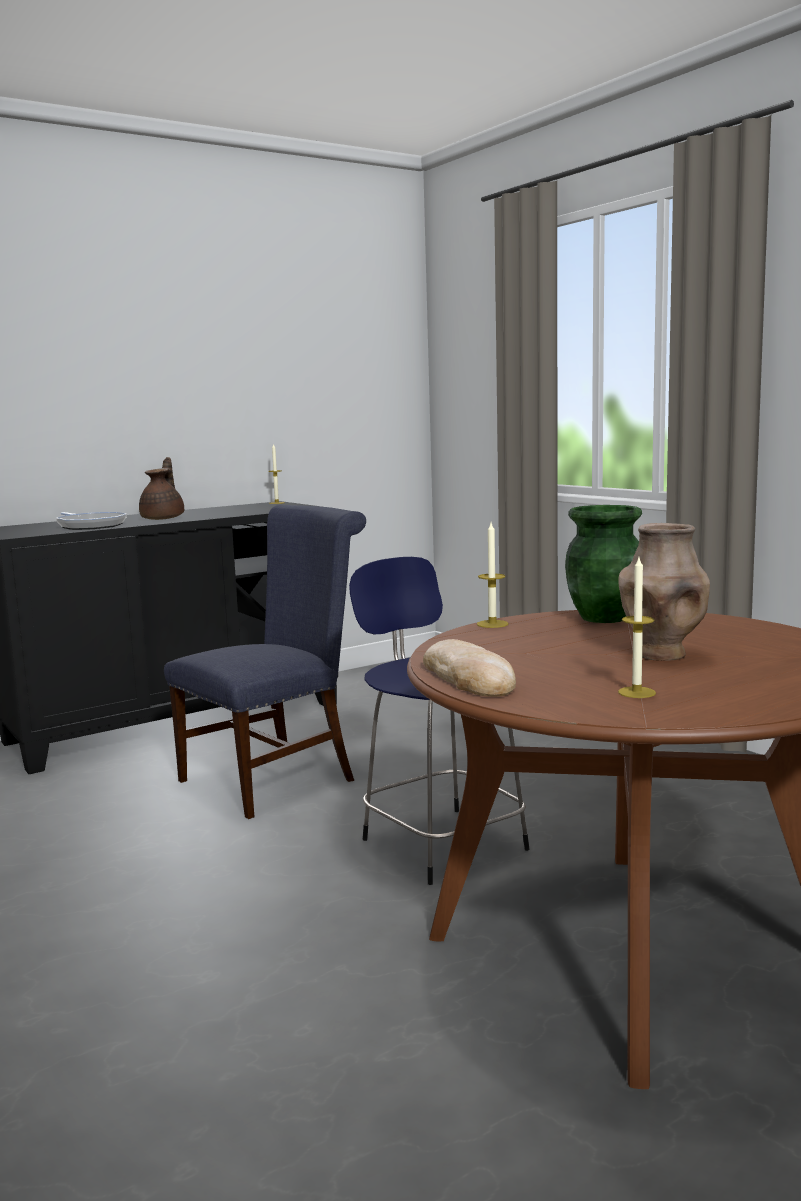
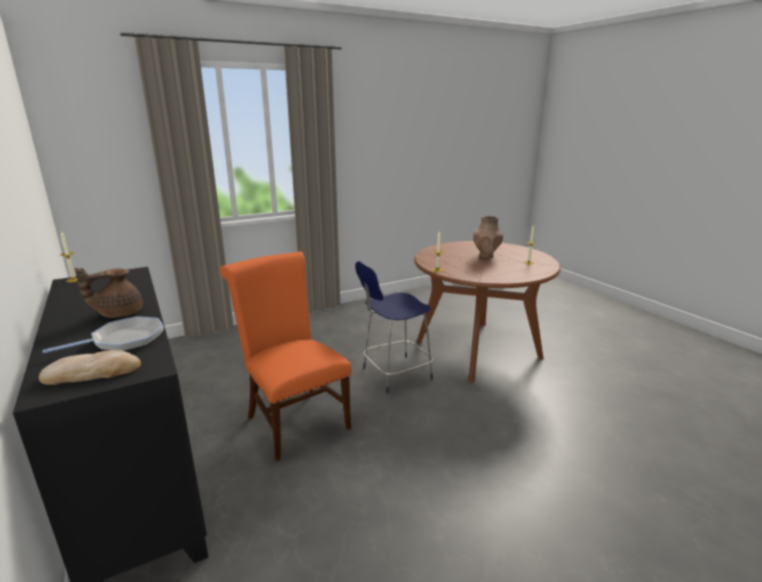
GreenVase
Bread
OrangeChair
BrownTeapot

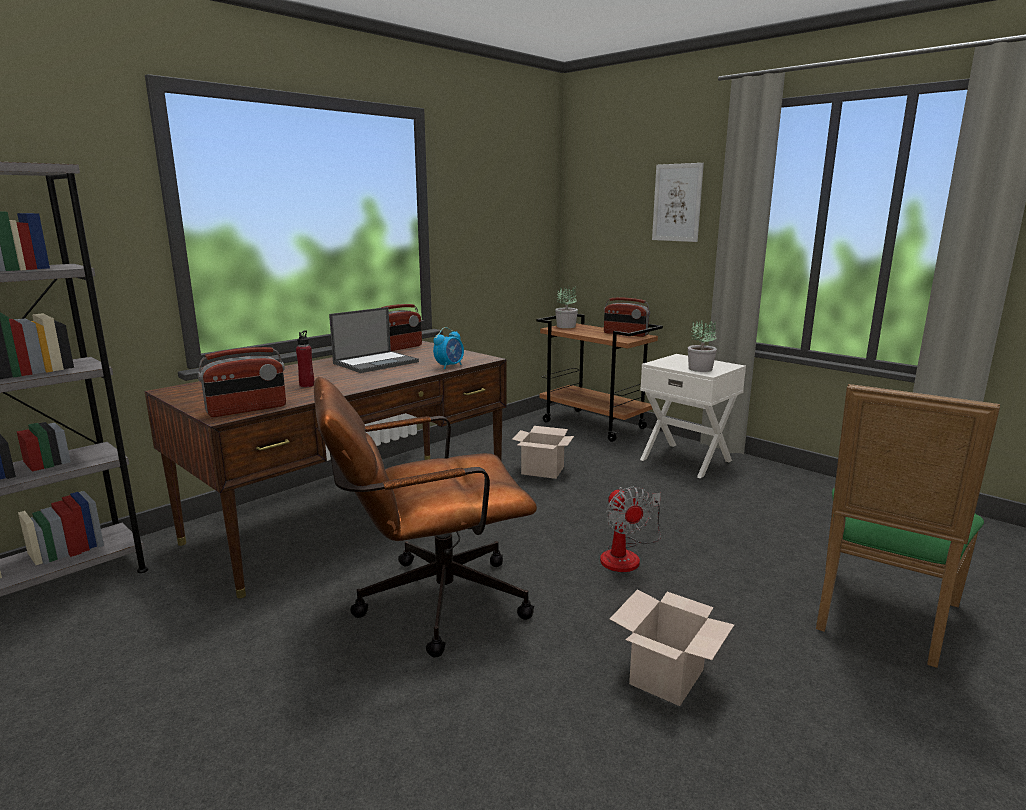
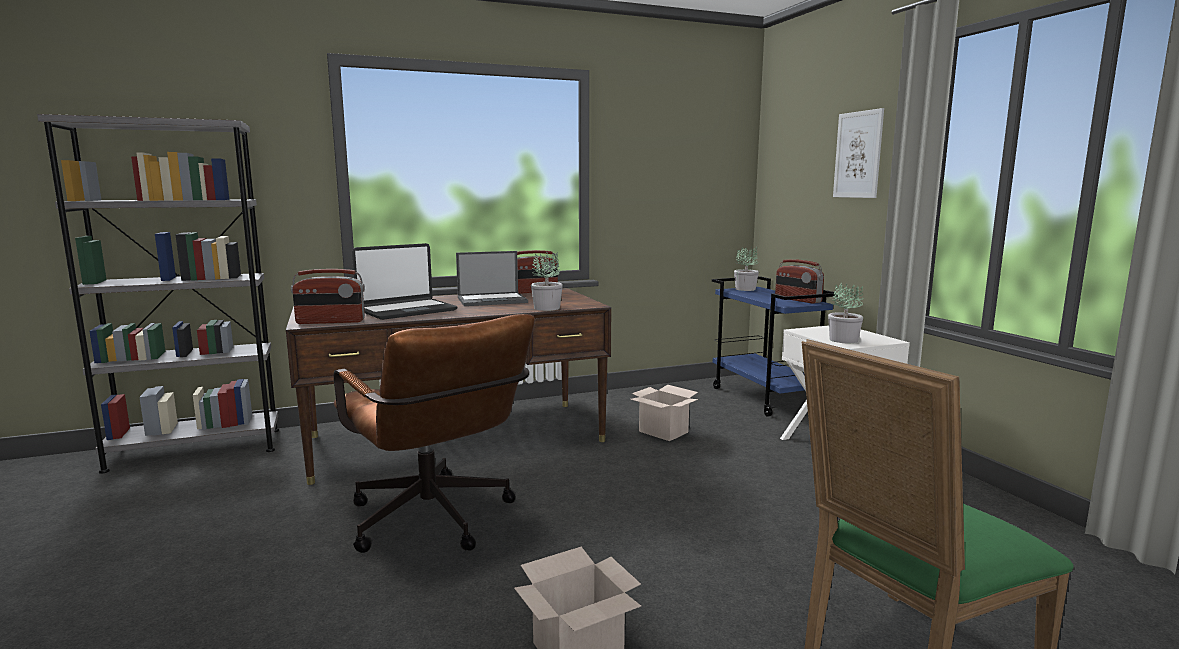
Fan
Laptop (no. 1 from left)
PottedPlant (no. 1 from left)
BlueCart
BrownOfficeChair

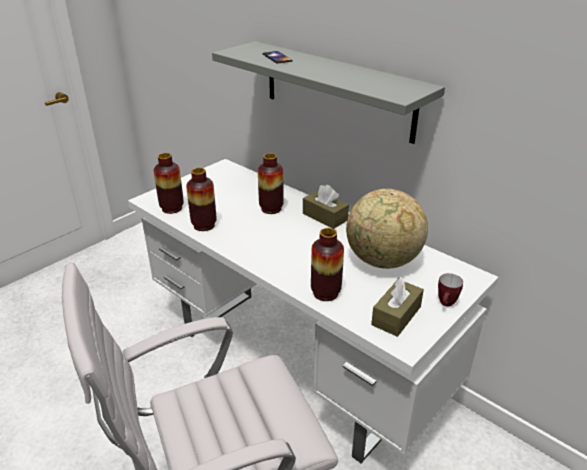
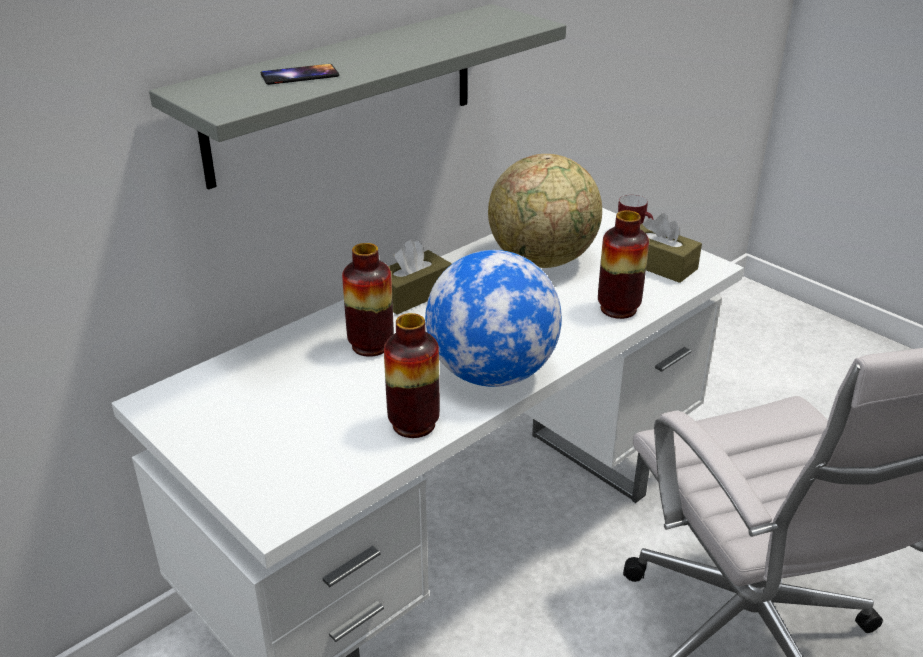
Vase (no. 1 from left in the first image)
Globe (no. 1 from left)

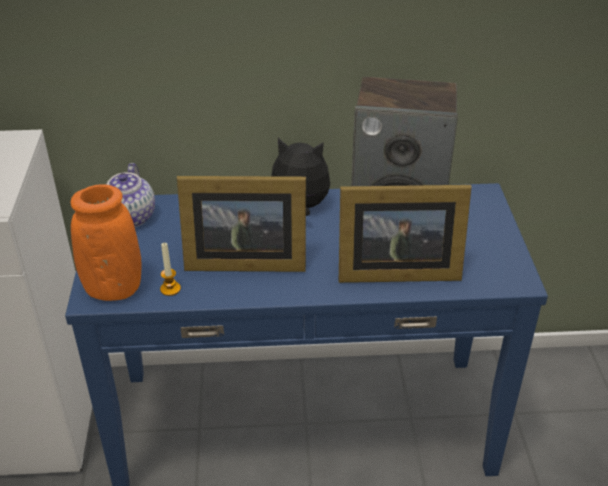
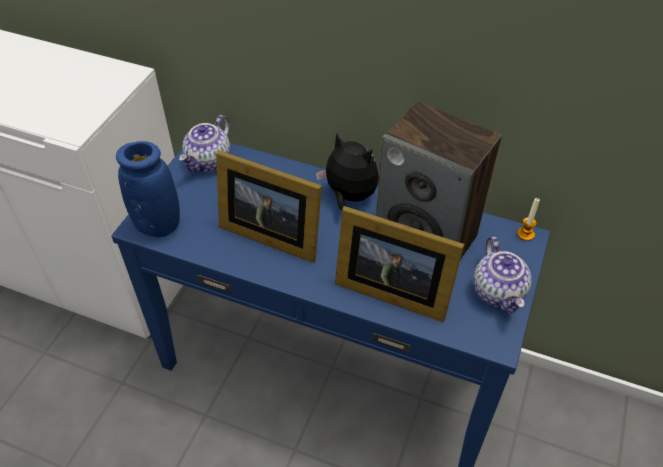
Teapot (no. 2 from left)
Candle
BlueVase

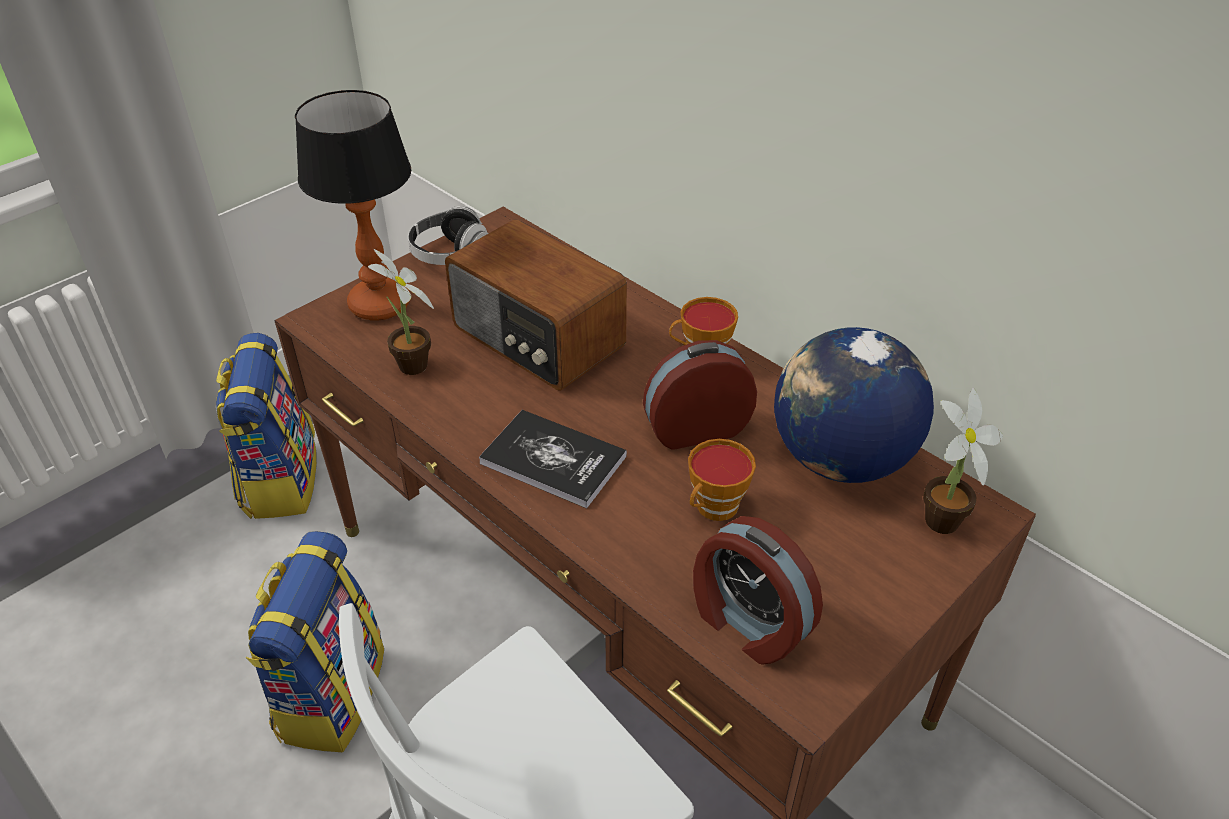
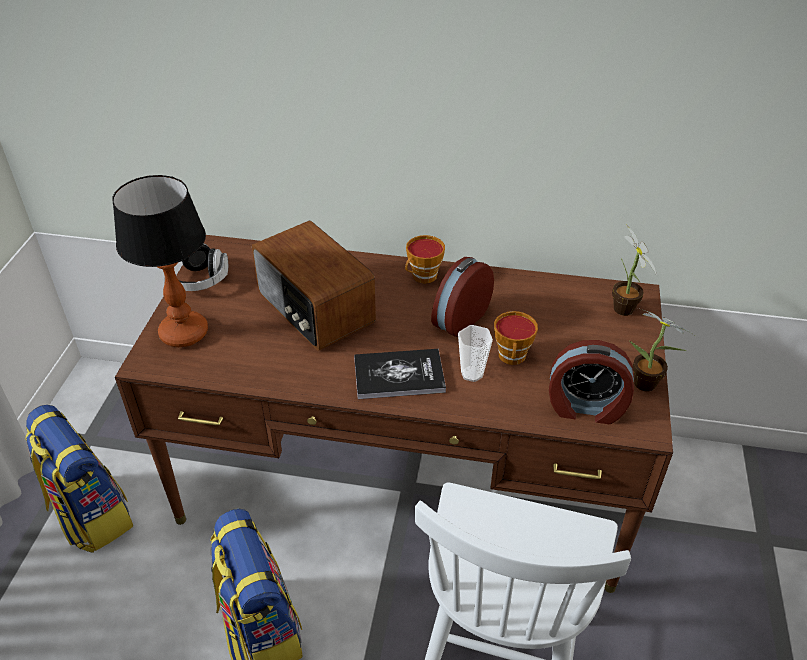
Globe
Cup (no. 2 from left)
PottedPlant (no. 2 from left)
Radio

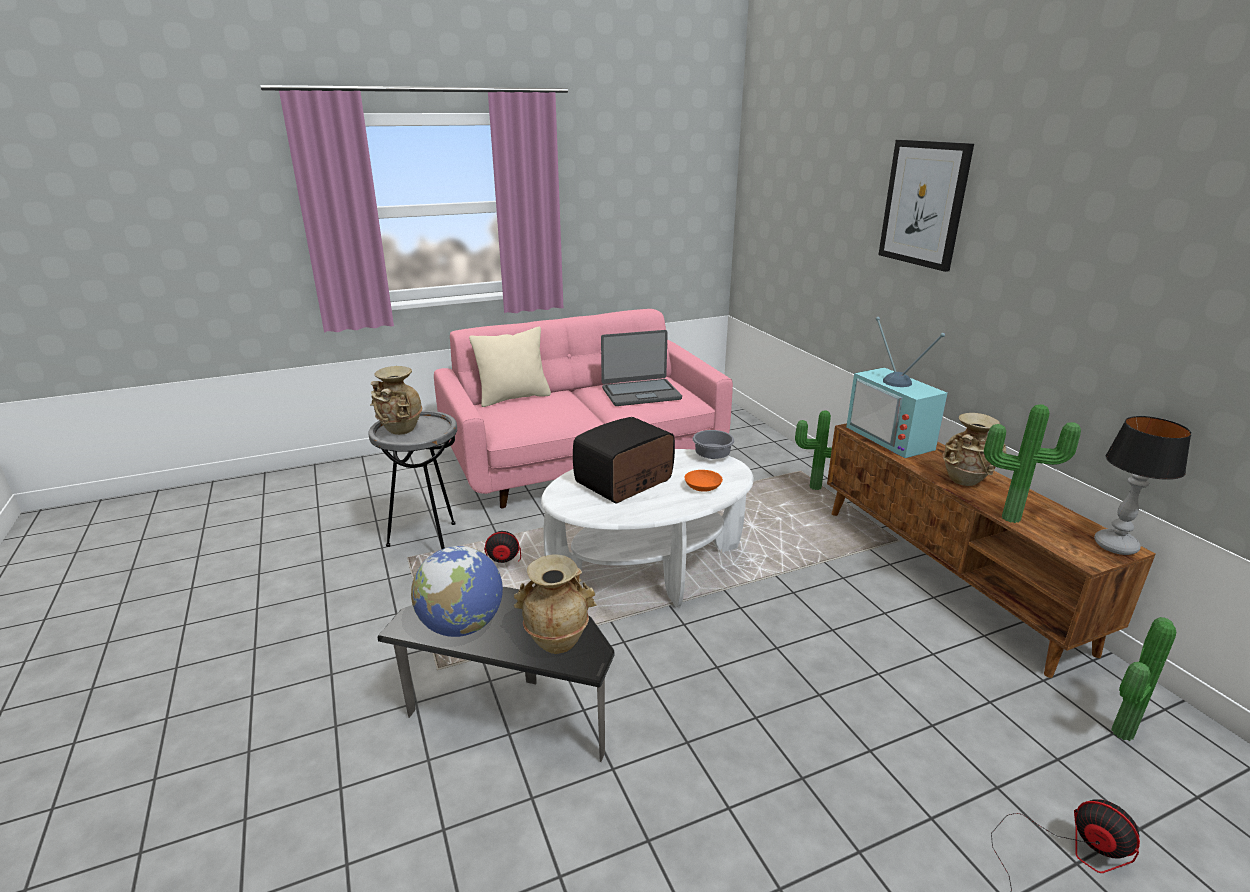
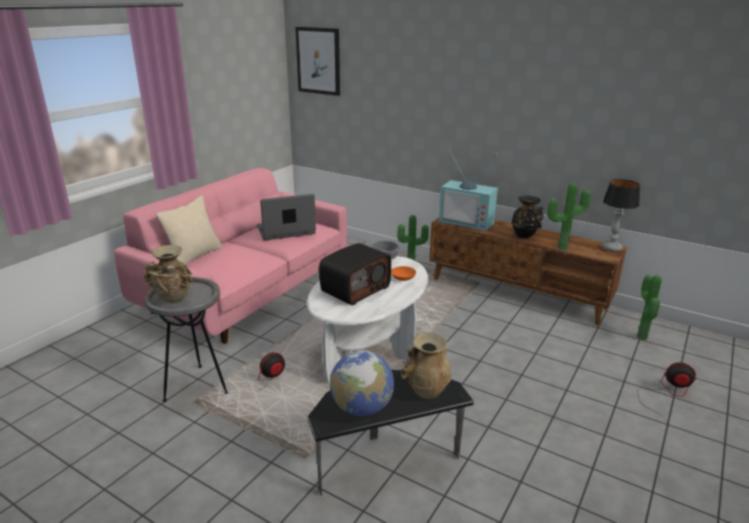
Picture
BlackVase
Radio
Laptop

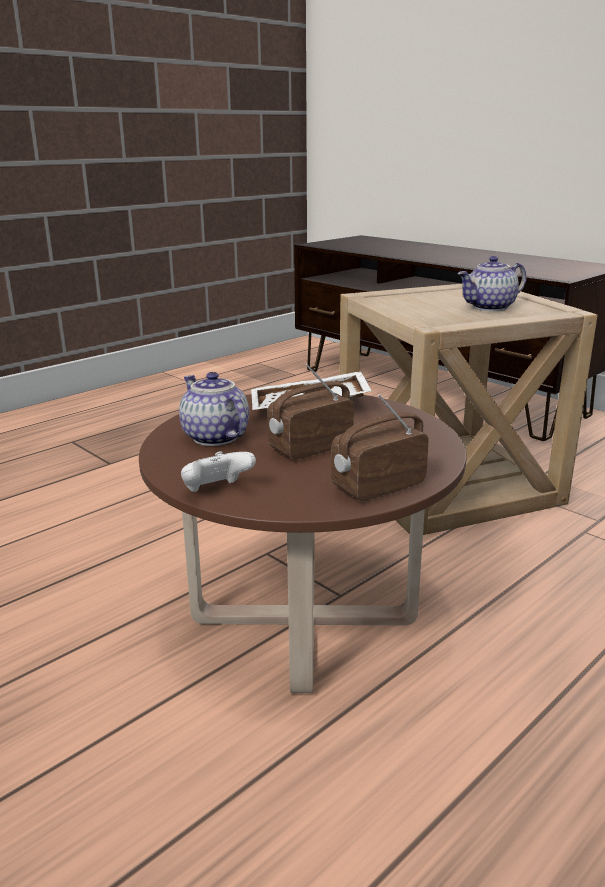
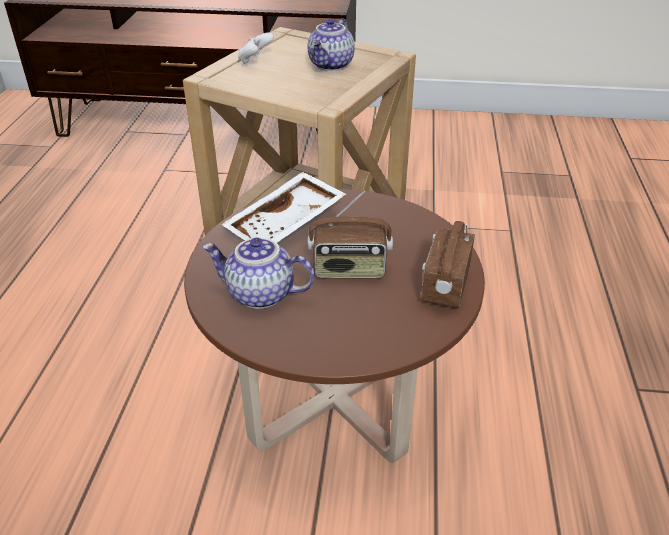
WhiteGameController
Radio (no. 1 from left)

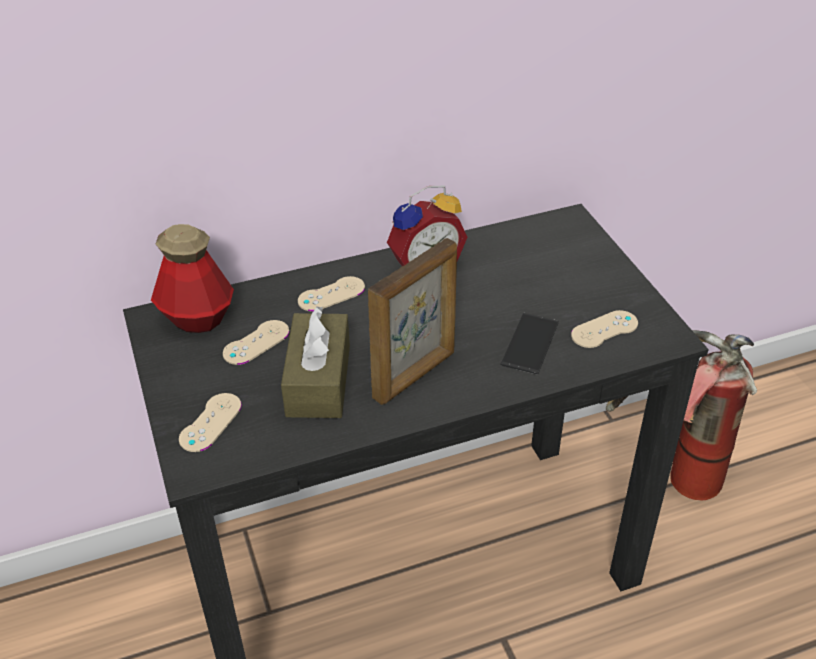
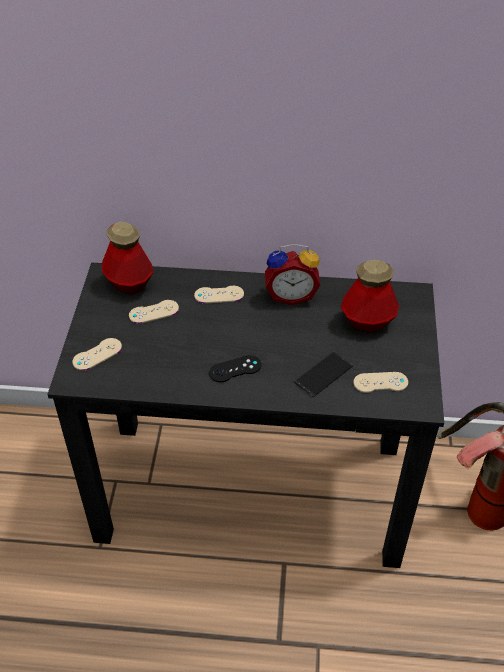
BrownTissueBox
Bottle (no. 2 from left)
BlackGameController

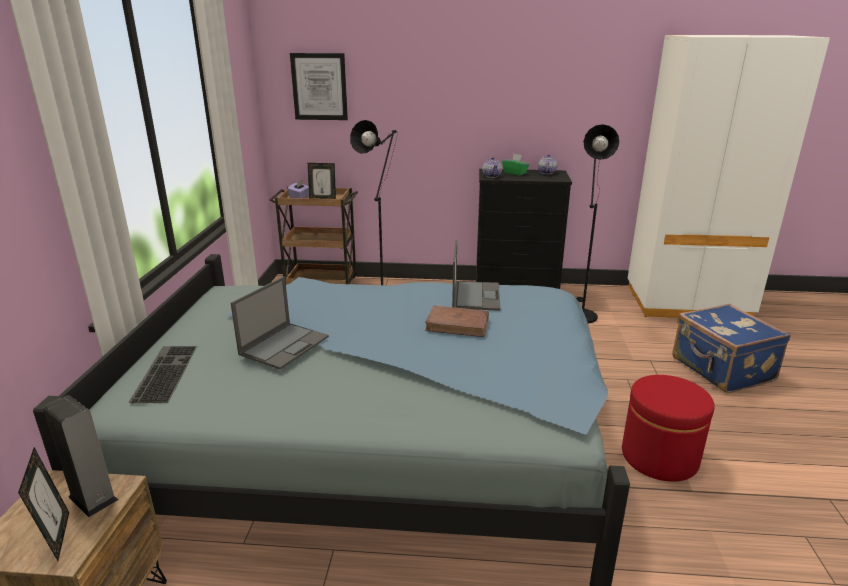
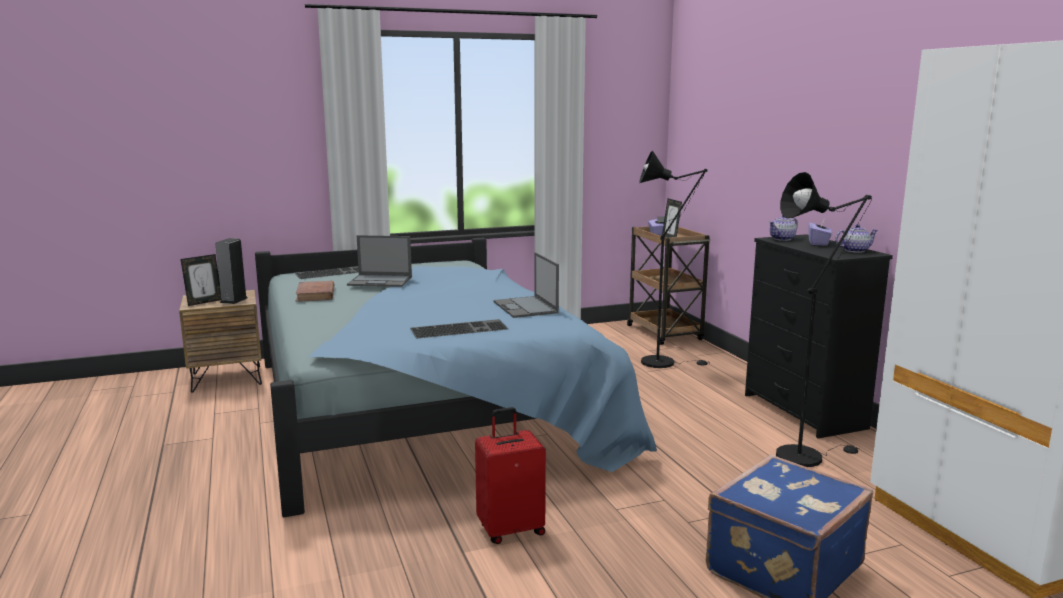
Picture
Keyboard (no. 2 from left)
BrownBook
RedSuitcase
PurpleTissueBox (no. 2 from left)
Laptop (no. 2 from left)

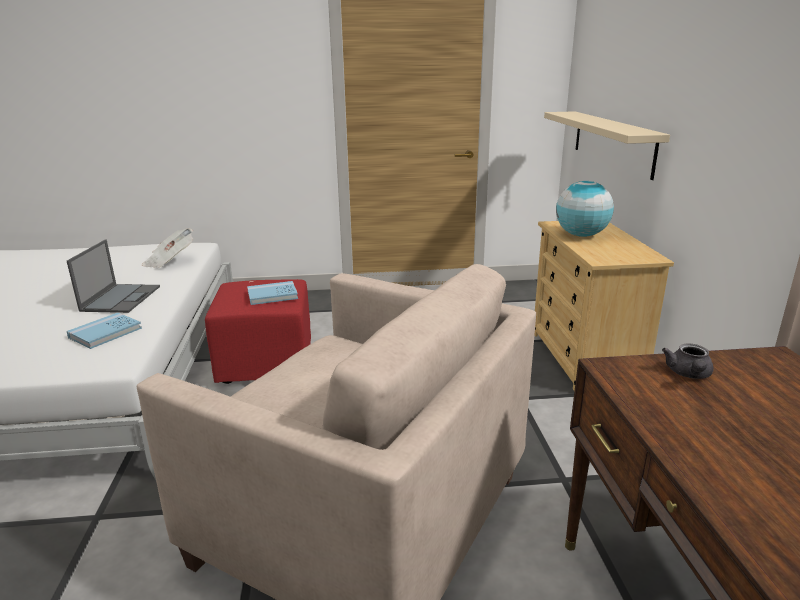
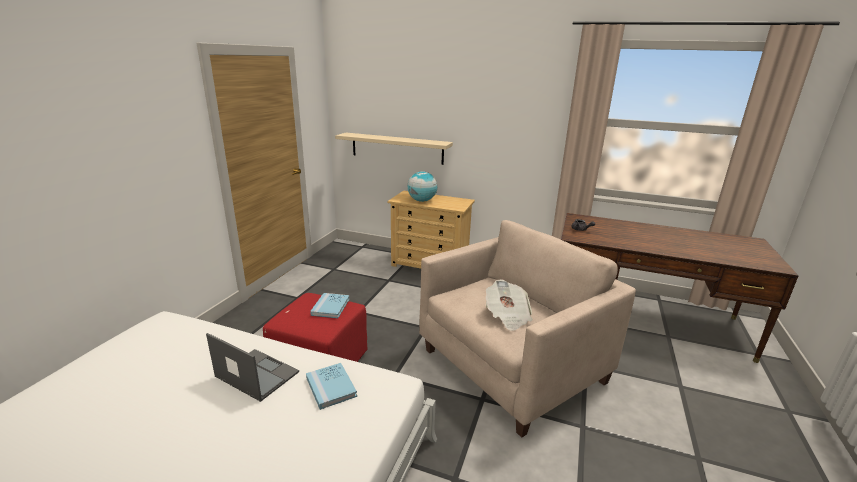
Newspaper

